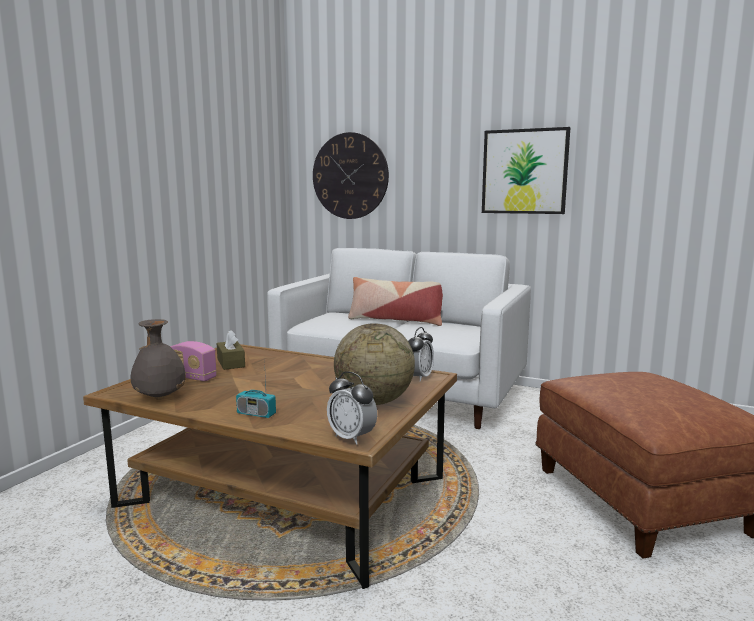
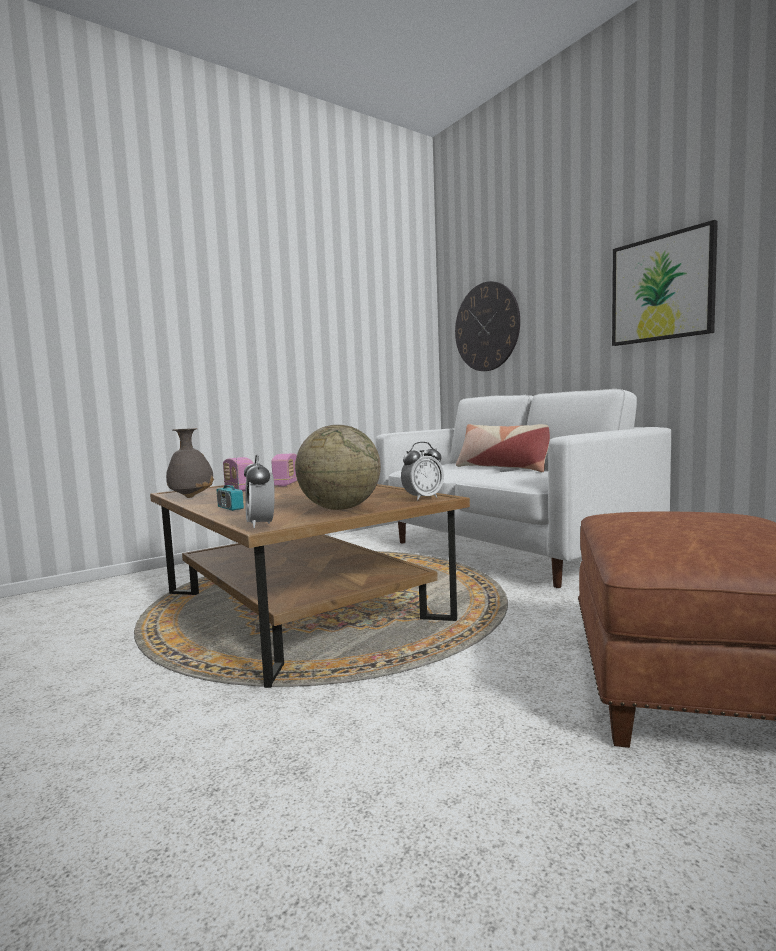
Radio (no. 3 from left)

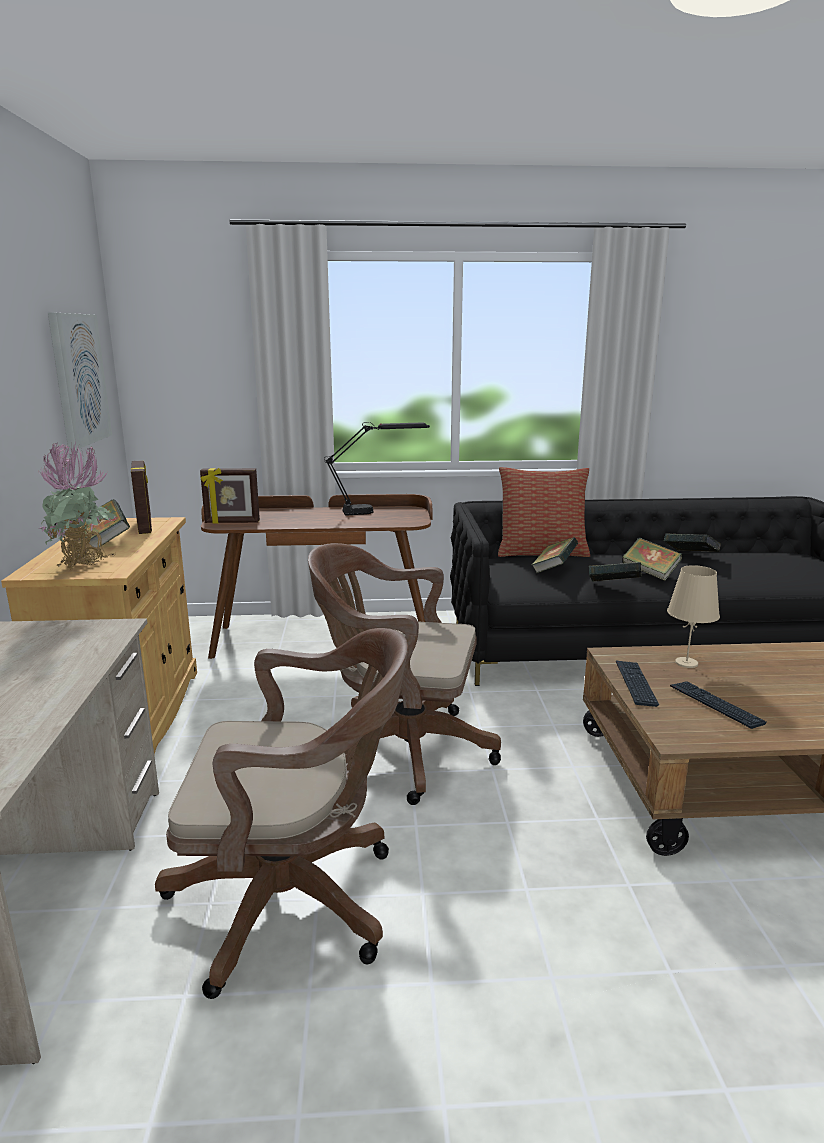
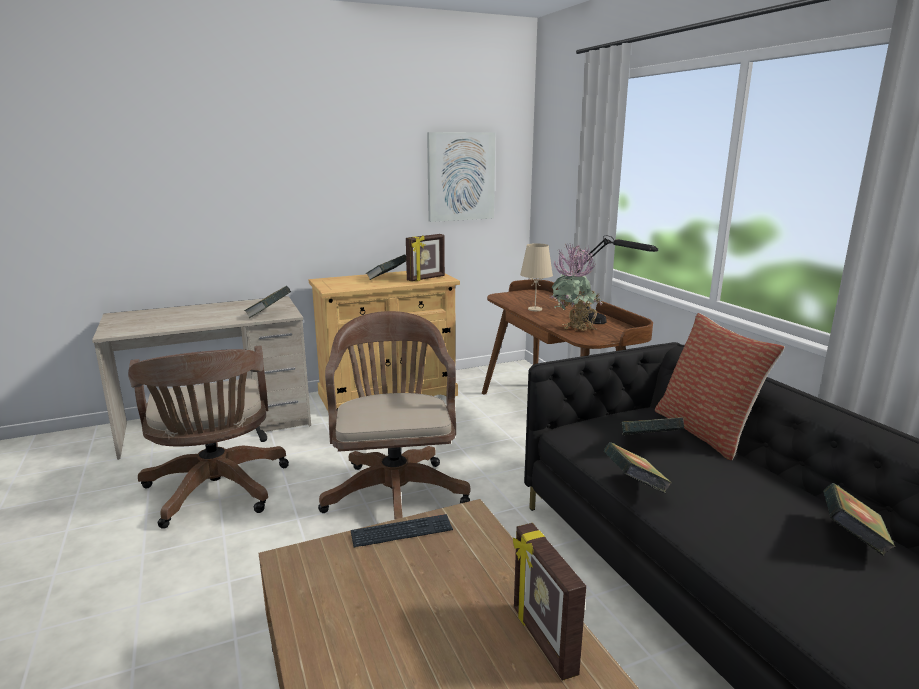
Keyboard (no. 2 from left in the first image)
PottedPlant
PictureFrame (no. 2 from left)
Book (no. 1 from left)
BeigeTableLamp

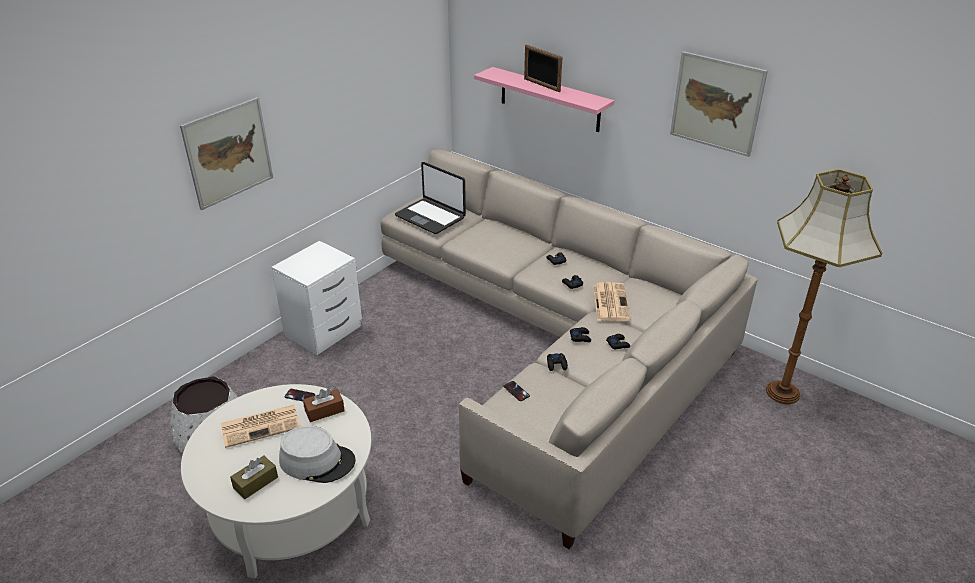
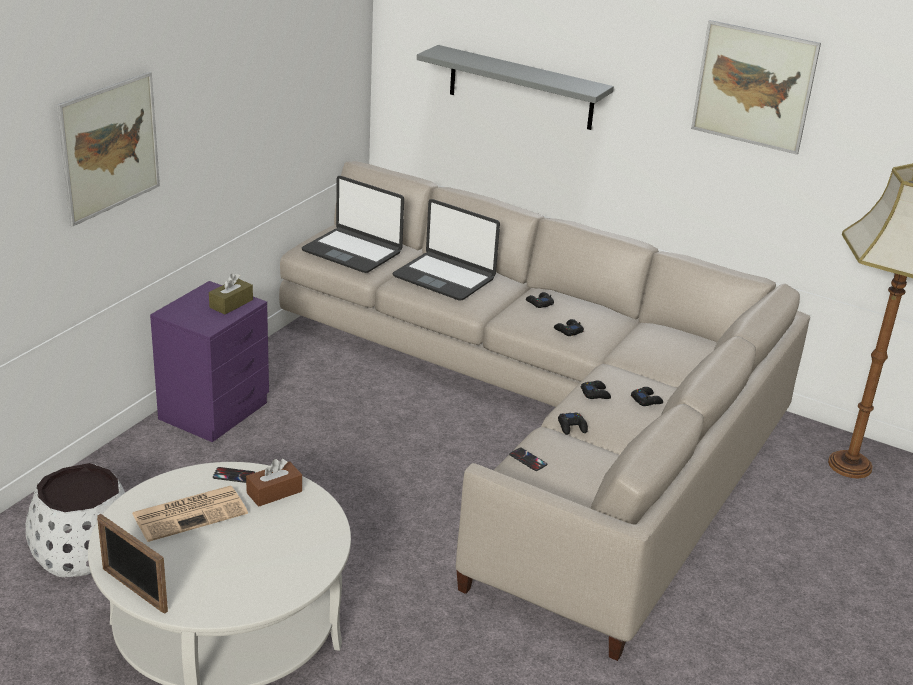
GreyHat
Newspaper (no. 2 from left in the first image)
Laptop (no. 2 from left)
BrownTissueBox (no. 1 from left)
PictureFrame
PurpleNightstand
GreyShelf

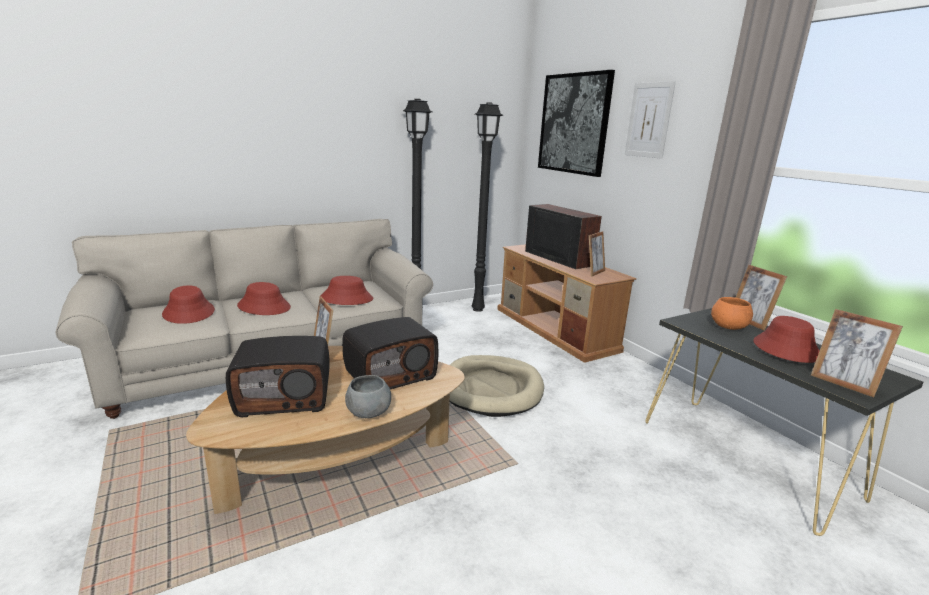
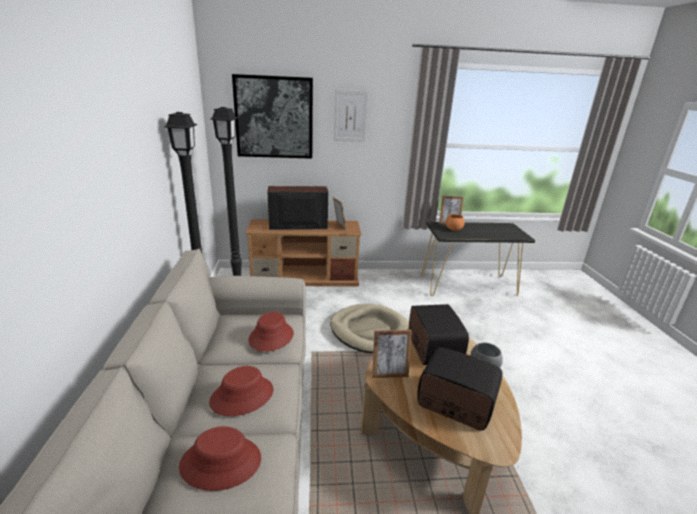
RedHat (no. 4 from left in the first image)
PictureFrame (no. 4 from left in the first image)
Radio (no. 2 from left)

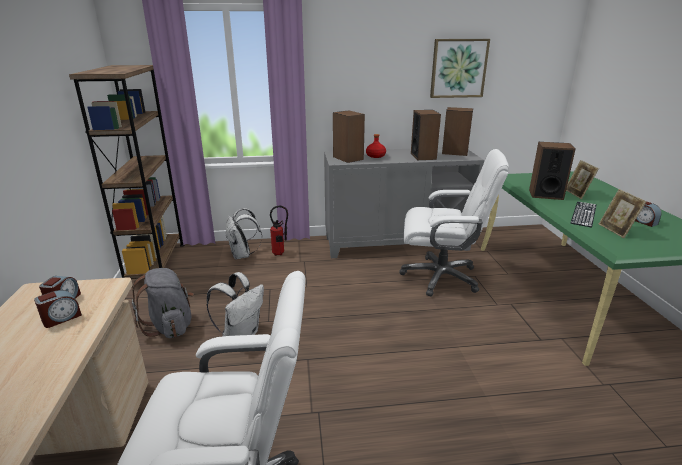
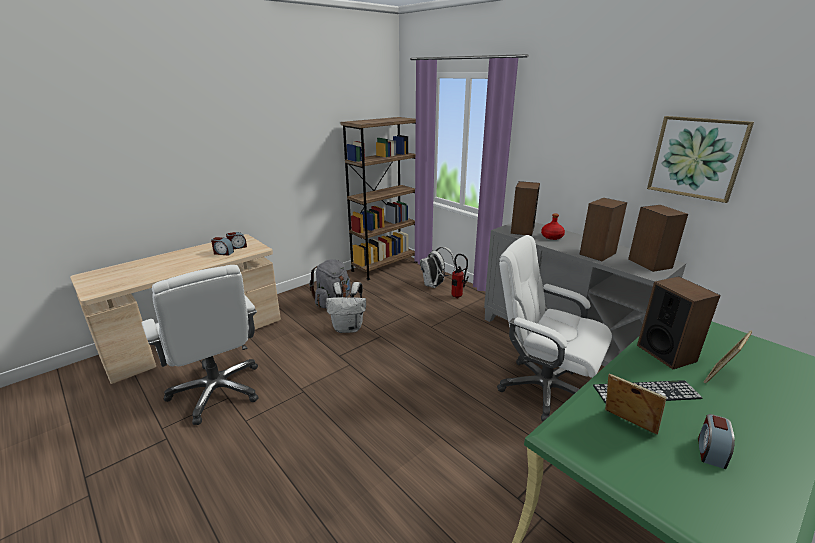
WhiteOfficeChair (no. 2 from left)
PictureFrame (no. 1 from left)

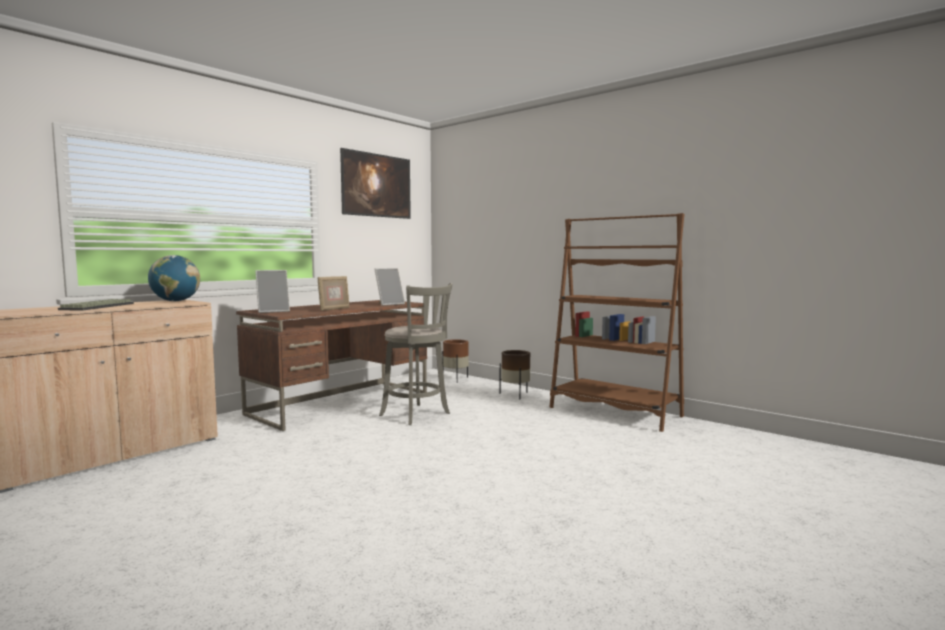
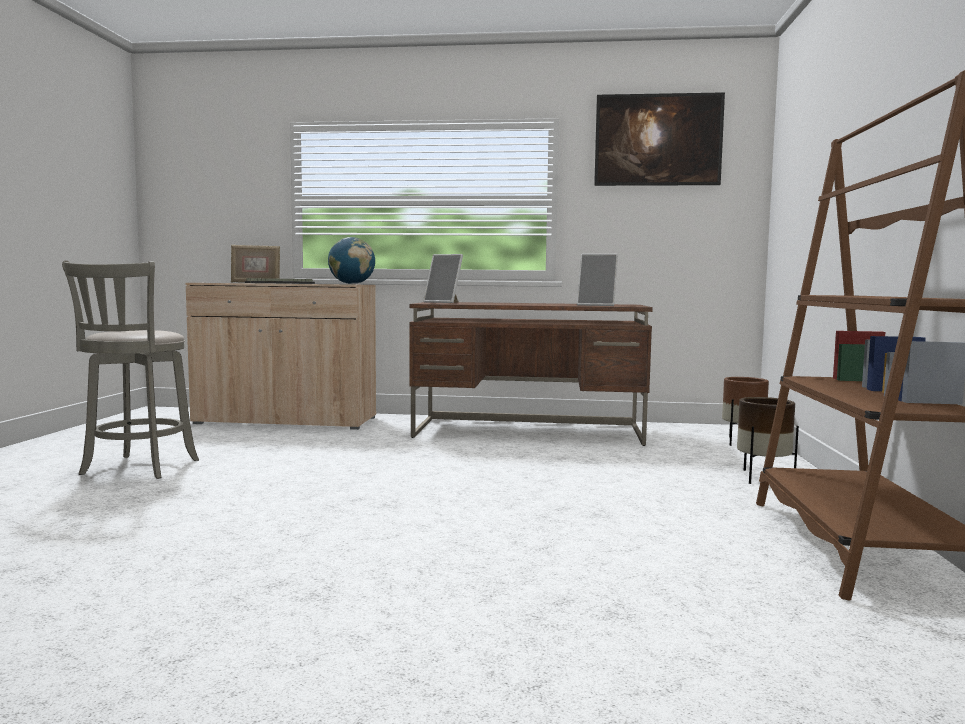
PictureFrame (no. 1 from left)
GreyStool

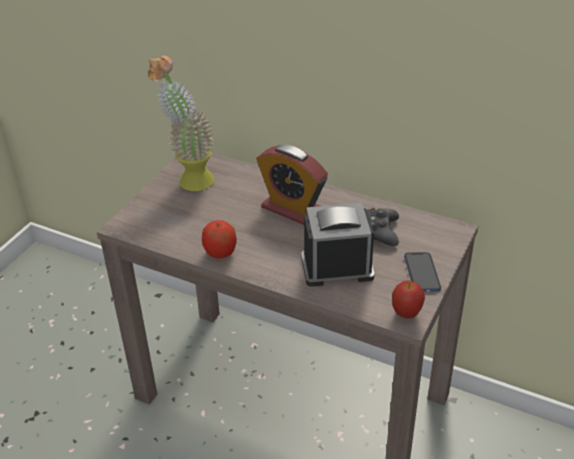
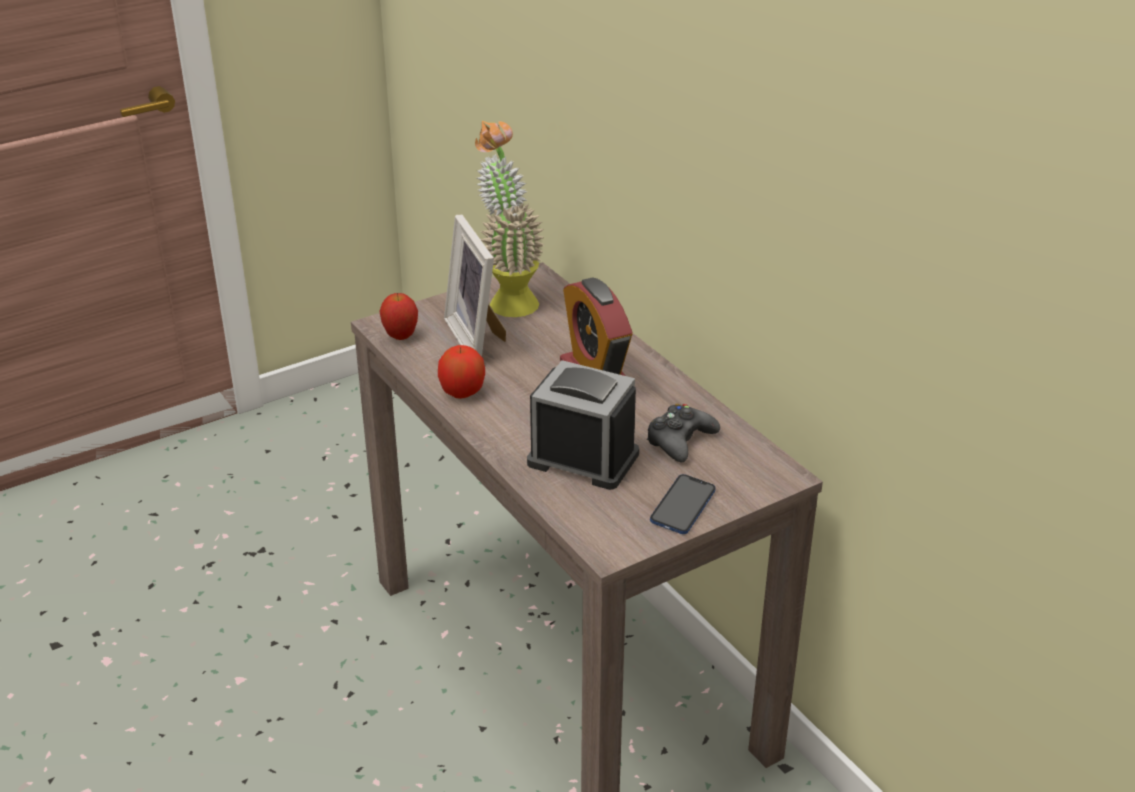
PictureFrame
Apple (no. 1 from left)

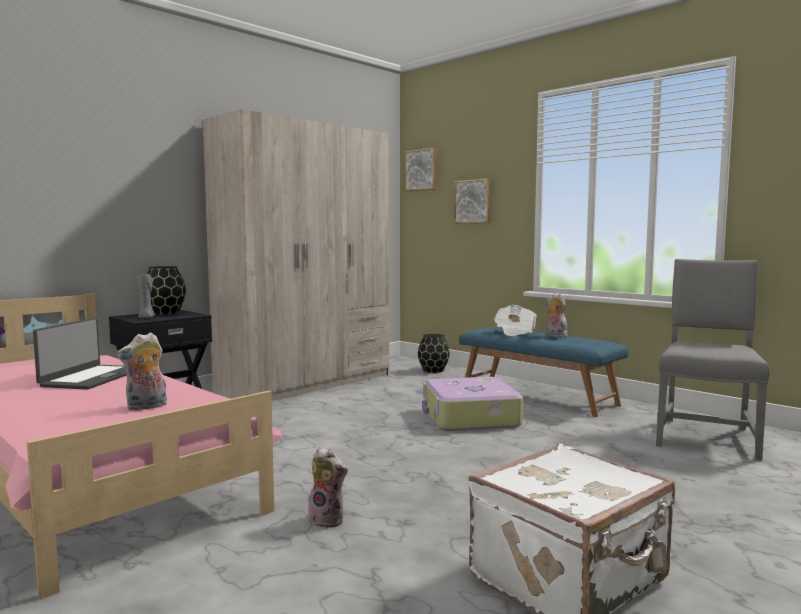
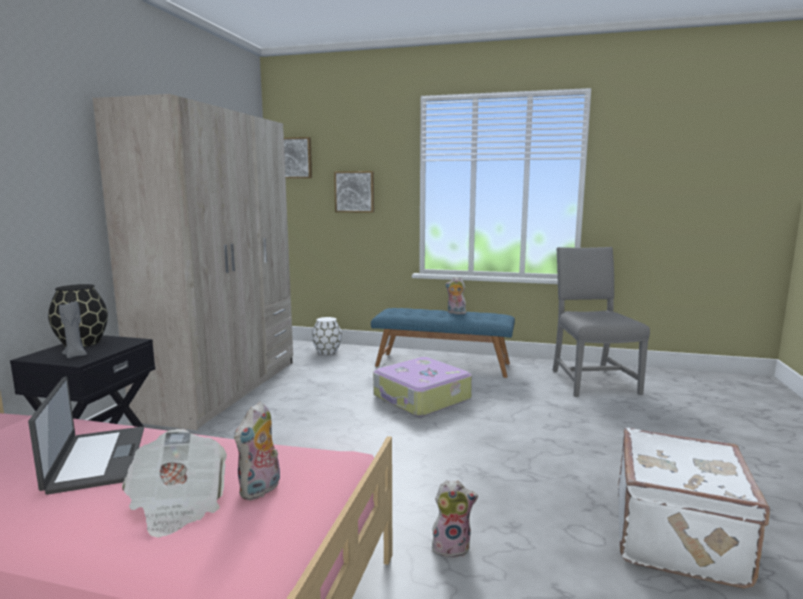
Newspaper
WhiteVase

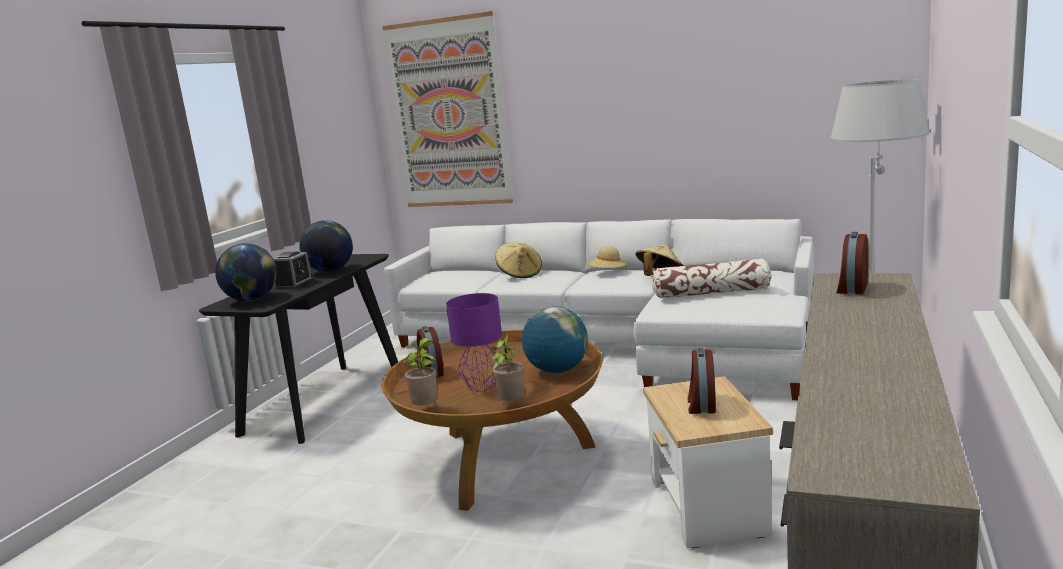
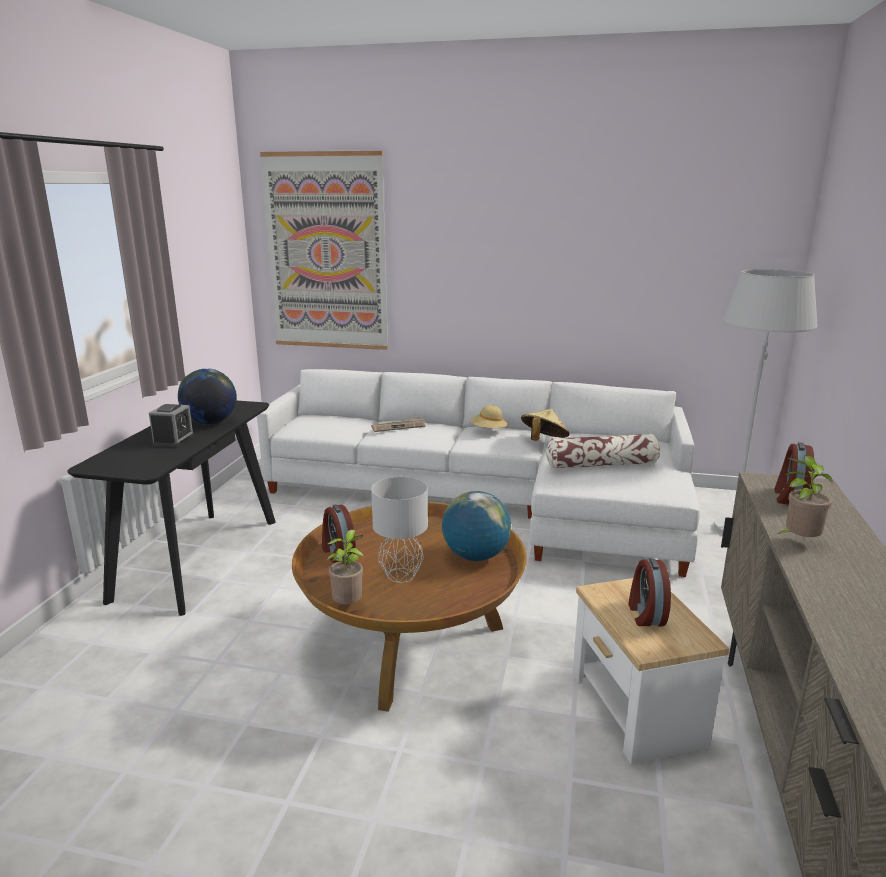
Globe (no. 1 from left in the first image)
PottedPlant (no. 2 from left)
Newspaper
GreyTableLamp

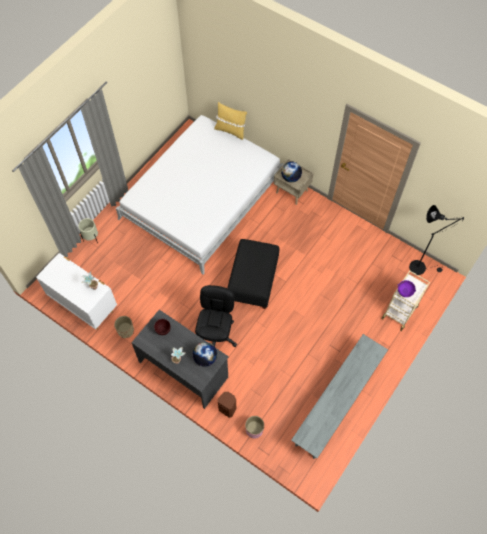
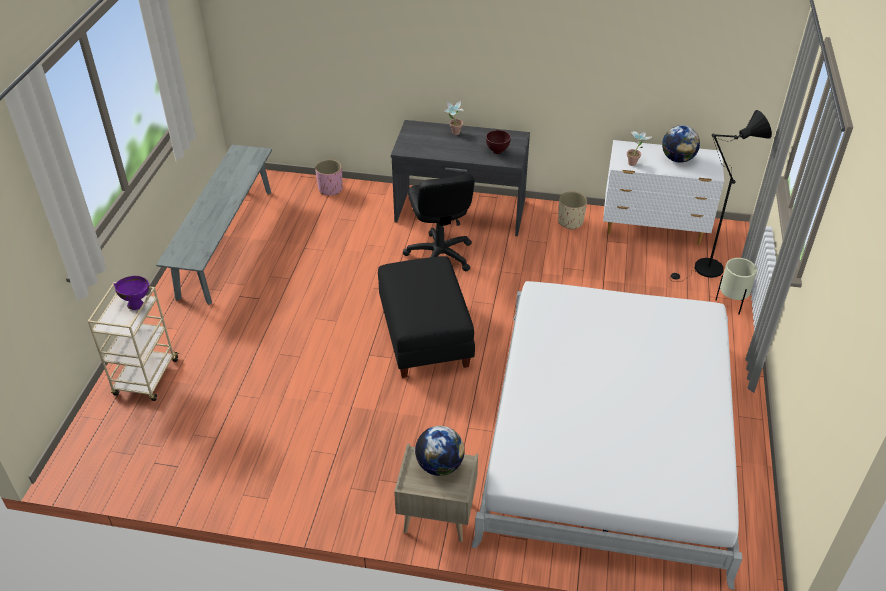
YellowPillow
BrownSpeaker
Globe (no. 2 from left)
BlackFloorLamp

